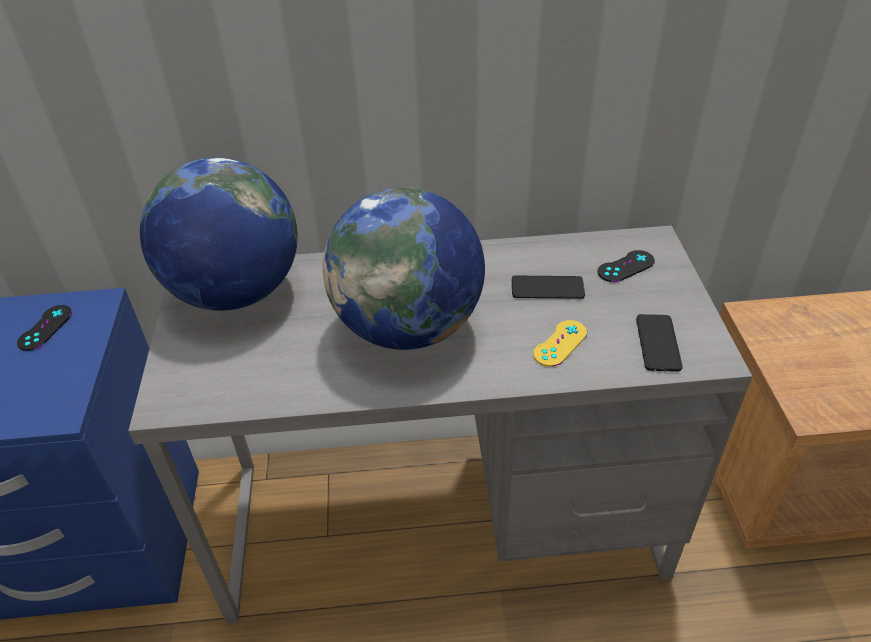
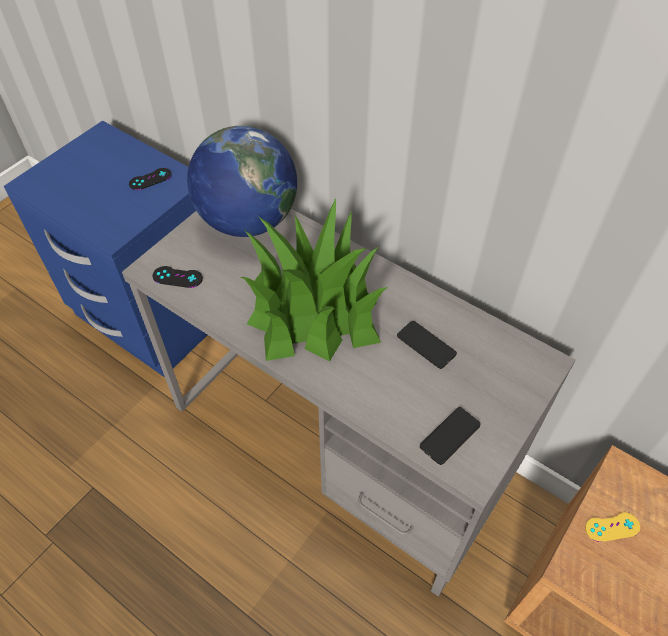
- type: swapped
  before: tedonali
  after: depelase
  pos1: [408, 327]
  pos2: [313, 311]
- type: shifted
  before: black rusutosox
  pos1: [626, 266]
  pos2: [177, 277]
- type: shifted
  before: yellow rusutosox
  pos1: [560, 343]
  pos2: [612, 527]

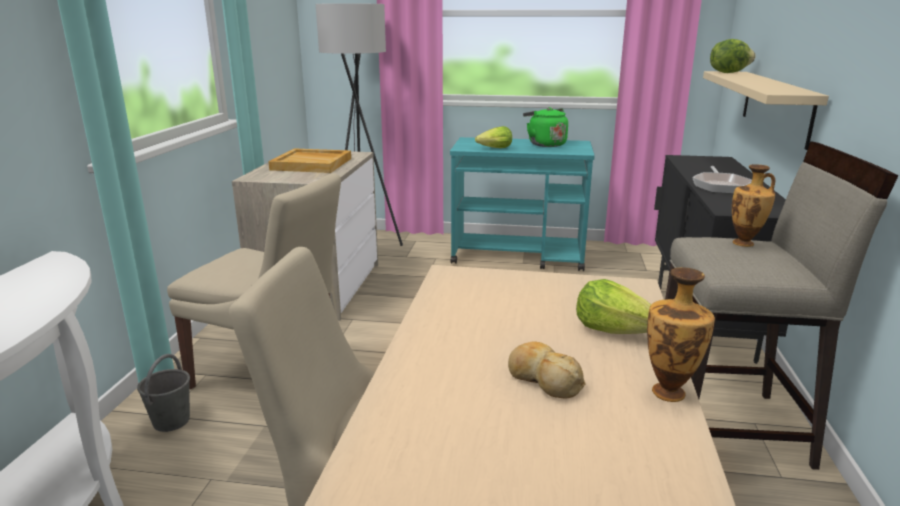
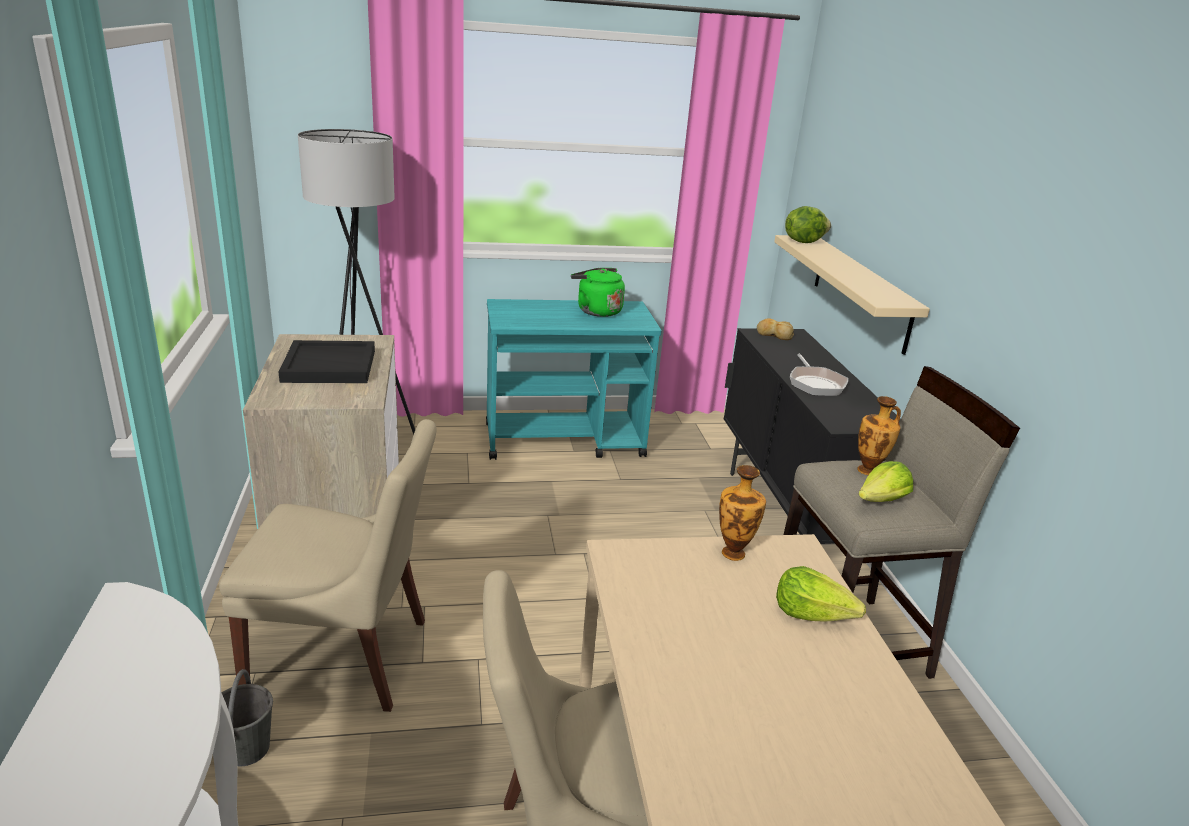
- type: shifted
  before: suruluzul
  pos1: [495, 149]
  pos2: [882, 501]
- type: repainted
  before: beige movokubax
  after: black movokubax
  pos1: [312, 164]
  pos2: [330, 366]
- type: shifted
  before: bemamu
  pos1: [669, 391]
  pos2: [733, 552]
- type: shifted
  before: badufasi
  pos1: [544, 379]
  pos2: [774, 335]

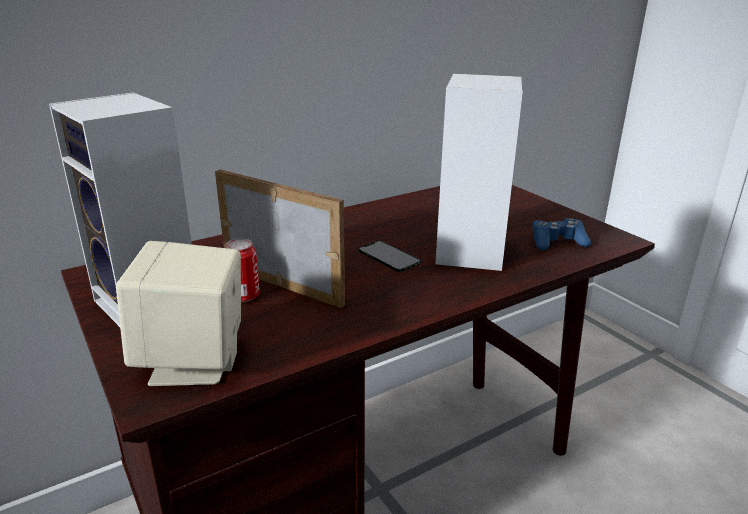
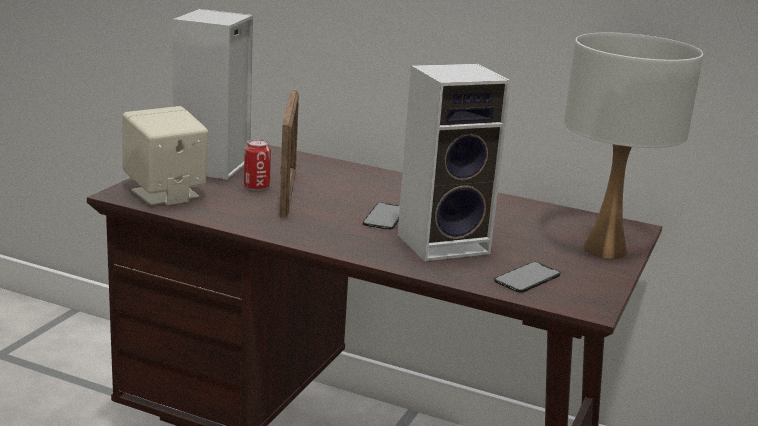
- type: swapped
  before: blue rusutosox
  after: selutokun
  pos1: [557, 242]
  pos2: [527, 278]
- type: new
  after: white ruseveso
  pos2: [605, 250]

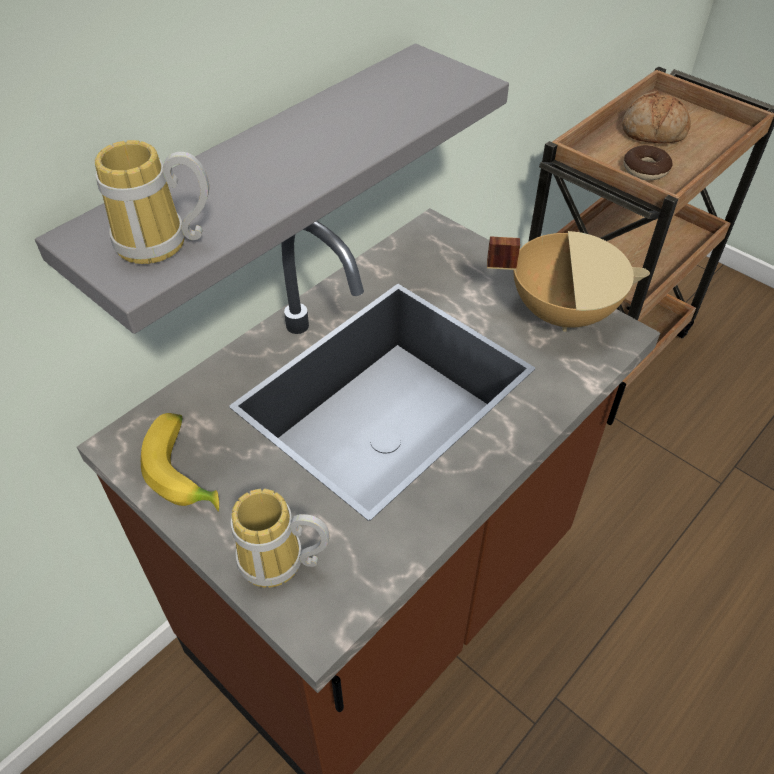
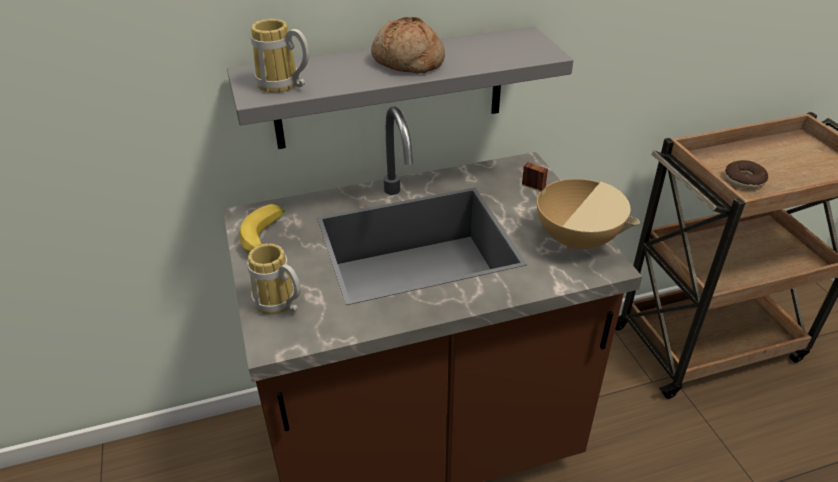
- type: shifted
  before: badufasi
  pos1: [652, 132]
  pos2: [407, 61]

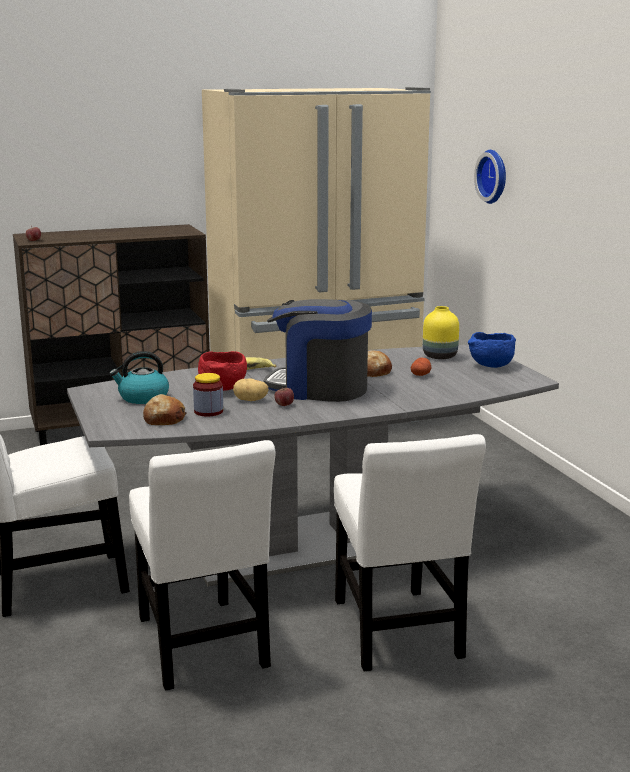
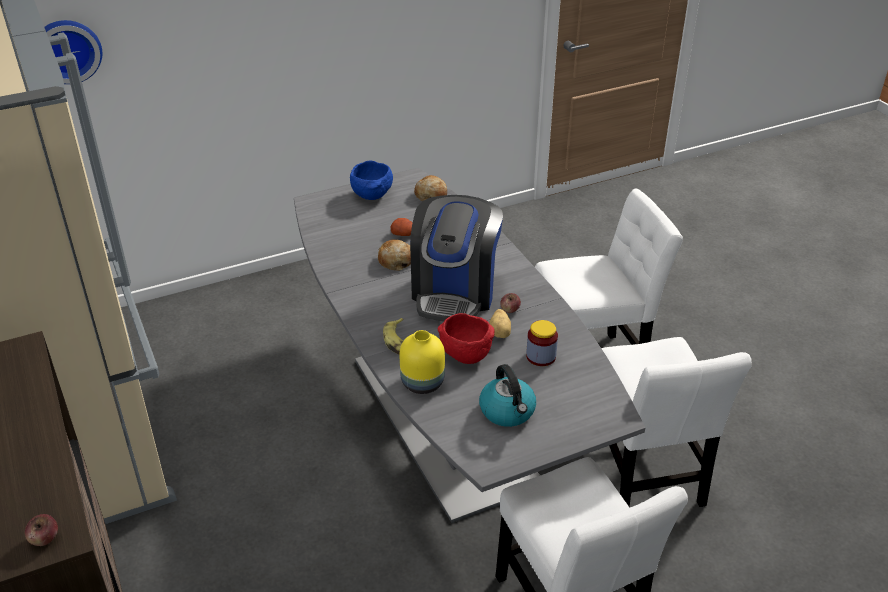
- type: shifted
  before: yellow bemamu
  pos1: [439, 356]
  pos2: [421, 383]
- type: shifted
  before: badufasi
  pos1: [164, 419]
  pos2: [431, 195]
- type: rotated
  before: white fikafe
  pos1: [202, 647]
  pos2: [645, 476]
  turn: 105

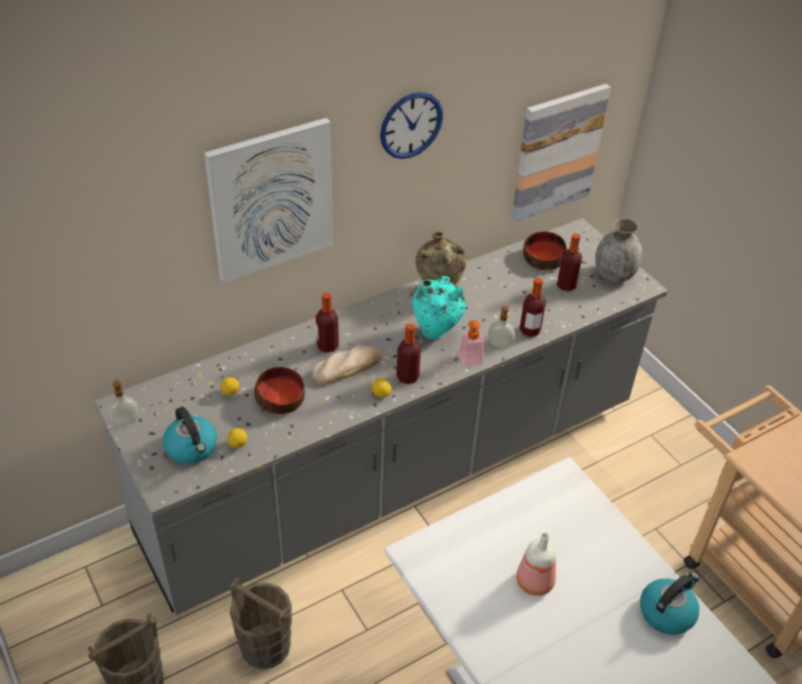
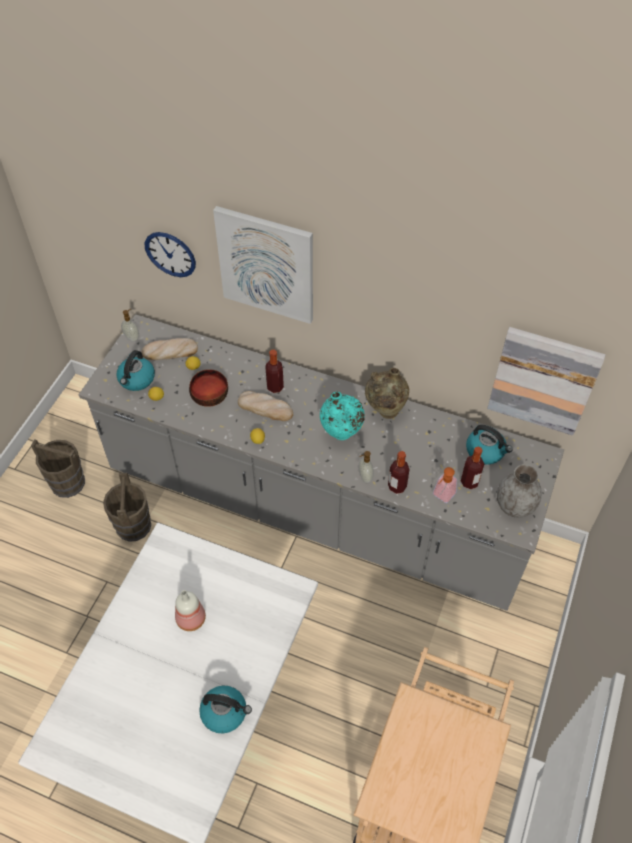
- type: shifted
  before: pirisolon
  pos1: [411, 125]
  pos2: [170, 254]
- type: swapped
  before: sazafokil
  after: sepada
  pos1: [543, 258]
  pos2: [485, 451]
- type: shifted
  before: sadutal
  pos1: [471, 362]
  pos2: [441, 496]
- type: gone
  before: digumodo
  pos1: [407, 377]
- type: new
  after: badufasi
  pos2: [170, 352]

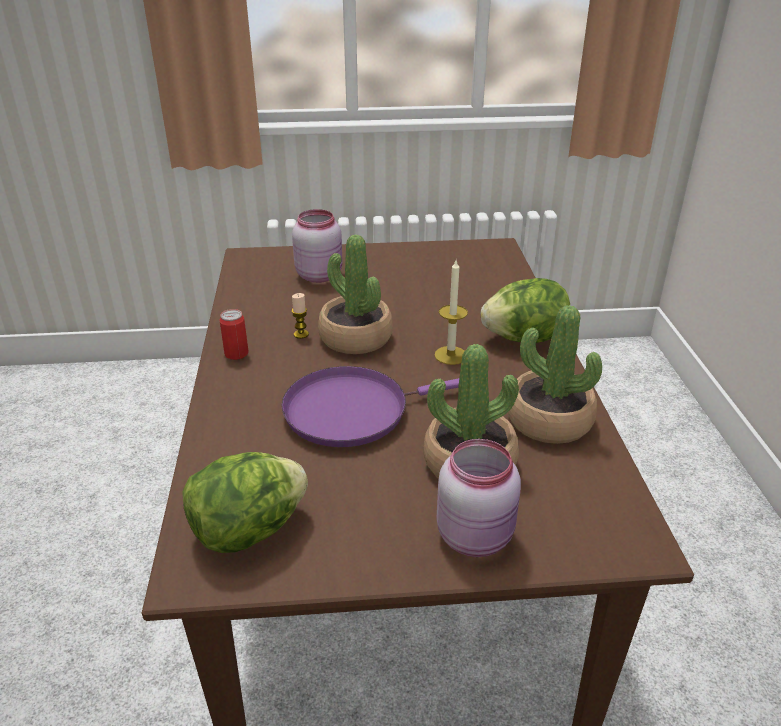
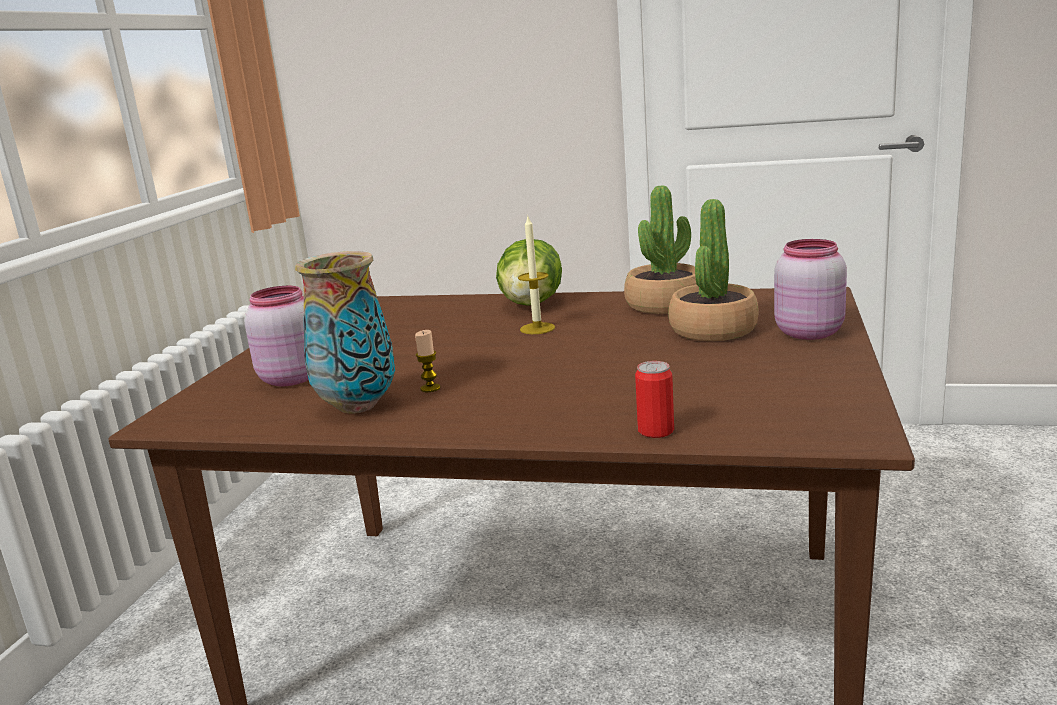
- type: gone
  before: depelase
  pos1: [355, 338]
- type: shifted
  before: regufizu
  pos1: [236, 353]
  pos2: [656, 431]
- type: gone
  before: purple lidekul
  pos1: [354, 410]
- type: gone
  before: suruluzul
  pos1: [248, 530]
- type: new
  after: bemamu
  pos2: [357, 407]

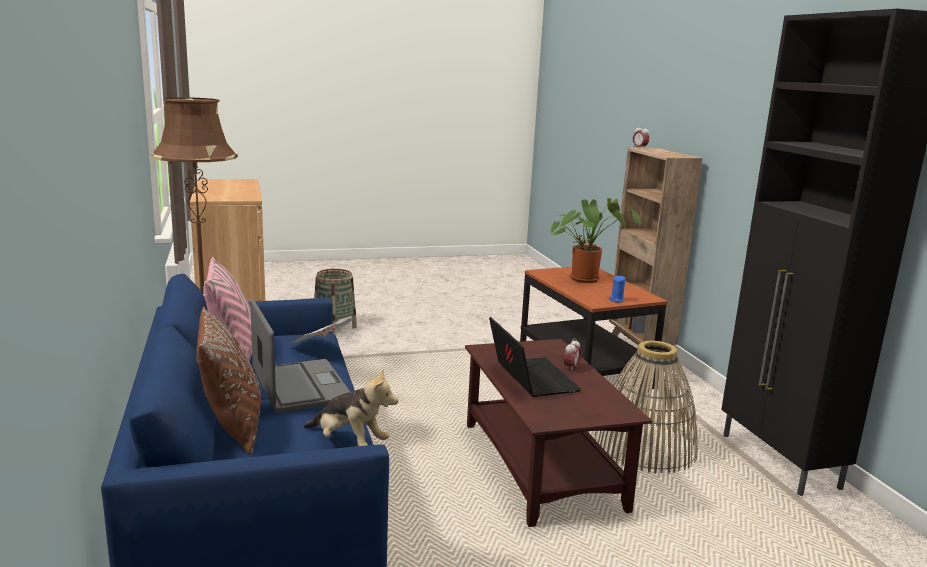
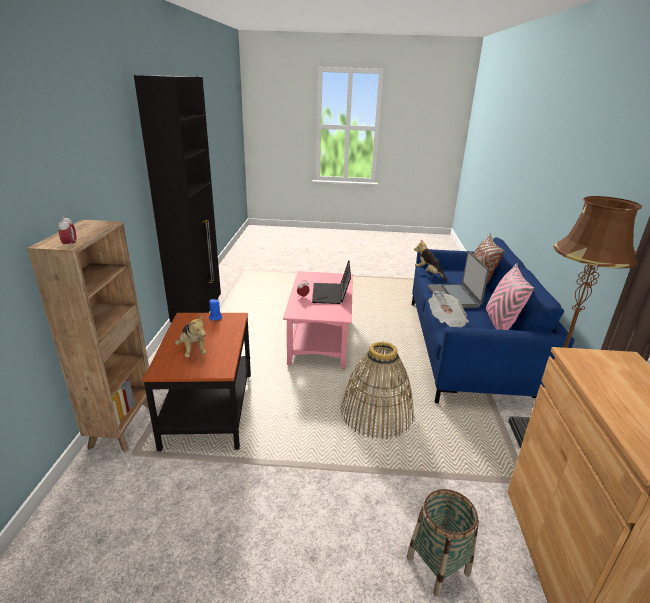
- type: swapped
  before: depelase
  after: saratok
  pos1: [586, 279]
  pos2: [193, 350]
- type: repainted
  before: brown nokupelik
  after: pink nokupelik
  pos1: [540, 465]
  pos2: [320, 339]
- type: shifted
  before: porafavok
  pos1: [645, 447]
  pos2: [376, 413]

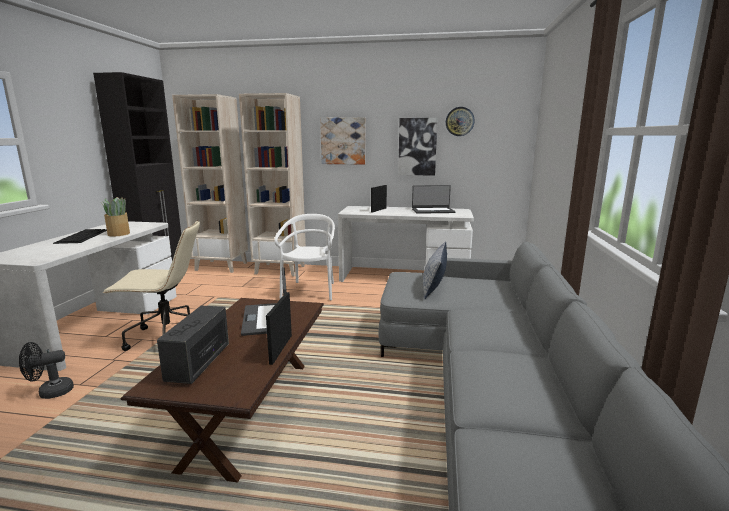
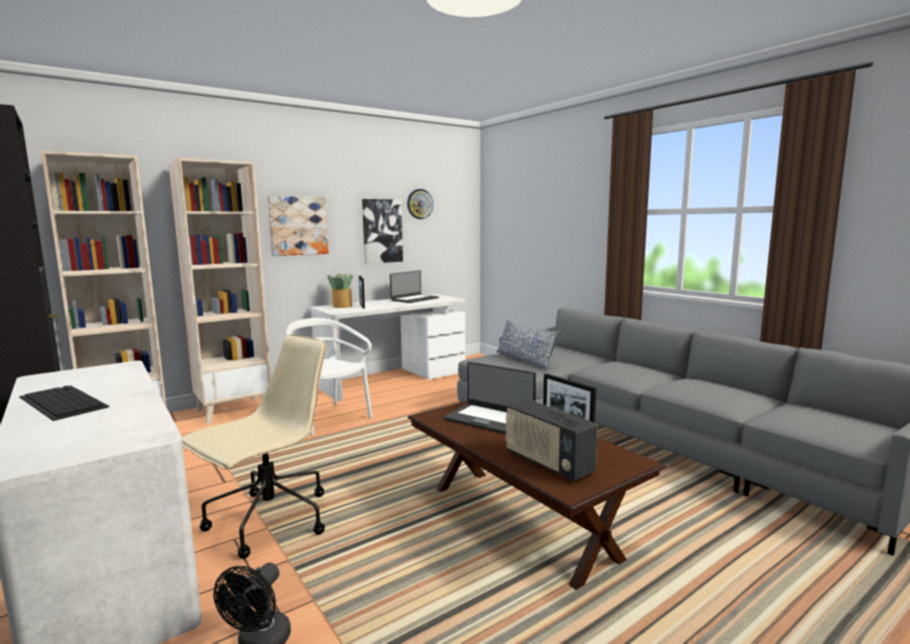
- type: shifted
  before: depelase
  pos1: [119, 233]
  pos2: [342, 306]

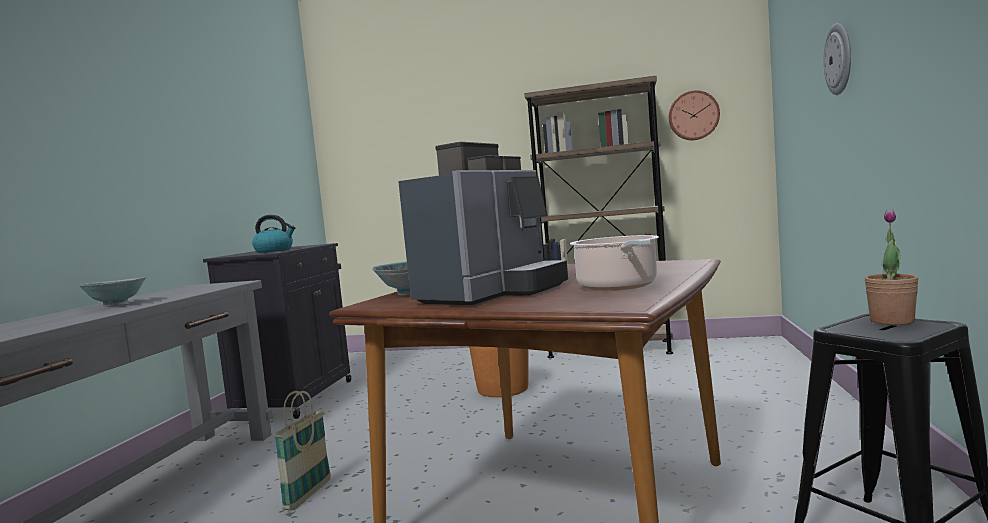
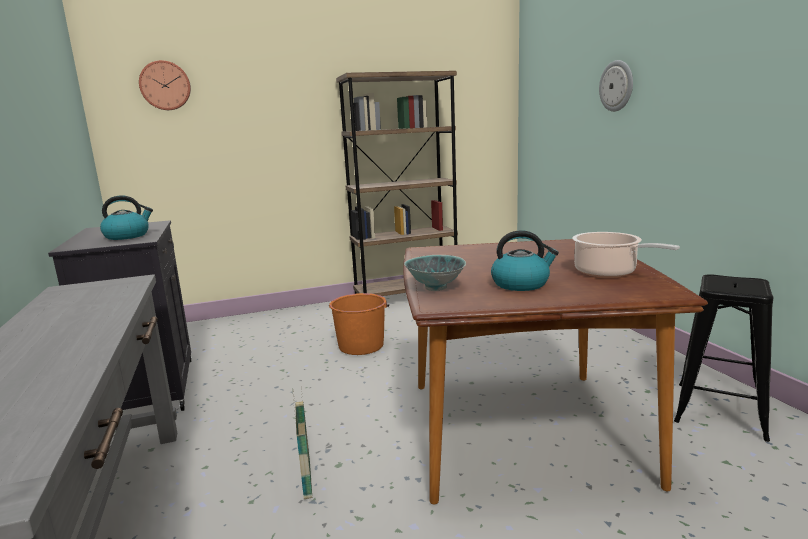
- type: shifted
  before: pirisolon
  pos1: [693, 116]
  pos2: [165, 86]
- type: swapped
  before: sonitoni
  after: sepada
  pos1: [492, 293]
  pos2: [521, 284]
- type: gone
  before: depelase
  pos1: [892, 321]
- type: gone
  before: sazafokil
  pos1: [116, 305]

